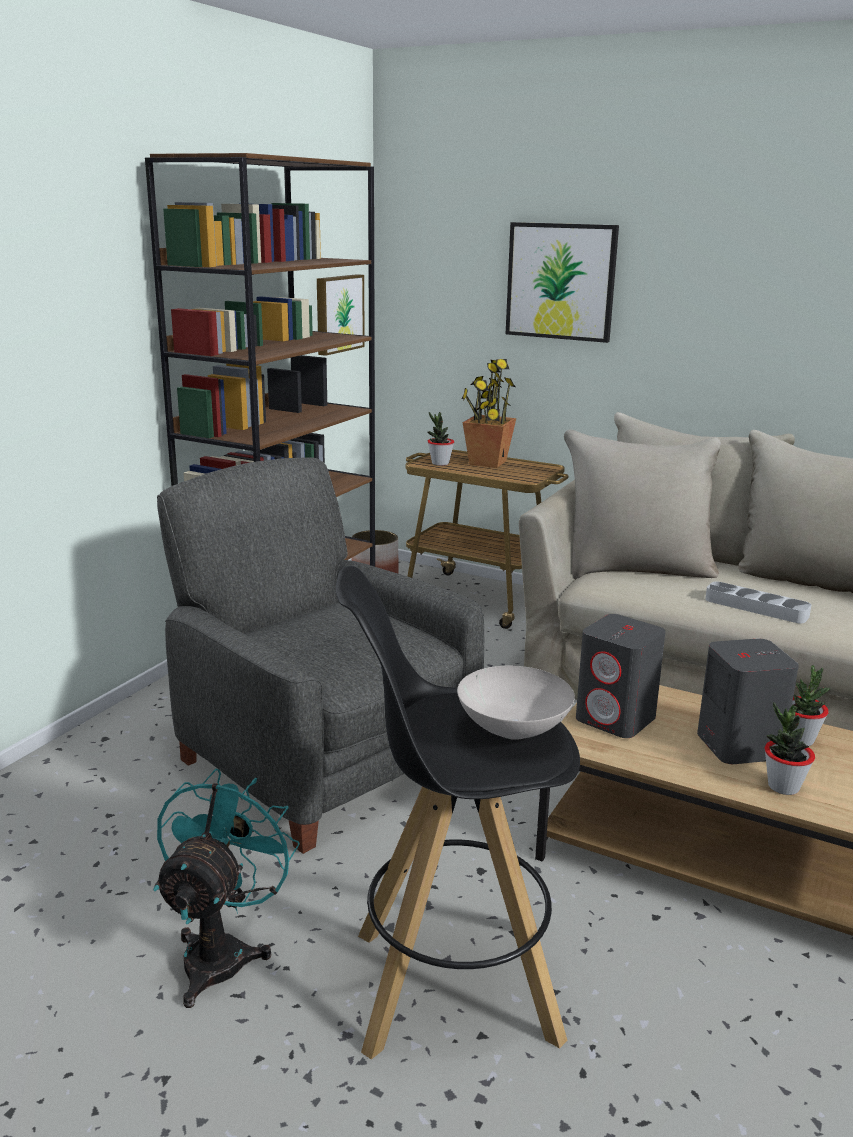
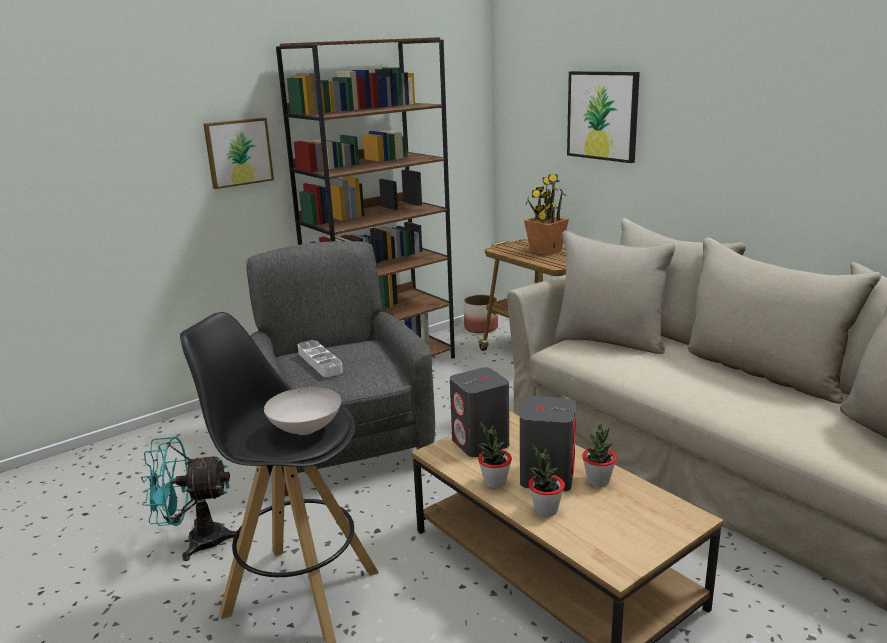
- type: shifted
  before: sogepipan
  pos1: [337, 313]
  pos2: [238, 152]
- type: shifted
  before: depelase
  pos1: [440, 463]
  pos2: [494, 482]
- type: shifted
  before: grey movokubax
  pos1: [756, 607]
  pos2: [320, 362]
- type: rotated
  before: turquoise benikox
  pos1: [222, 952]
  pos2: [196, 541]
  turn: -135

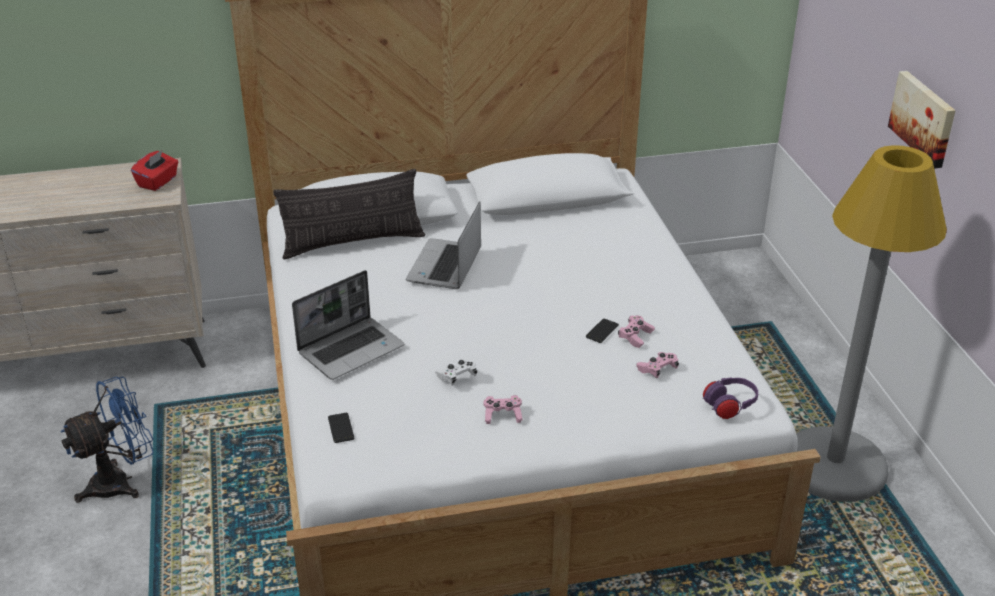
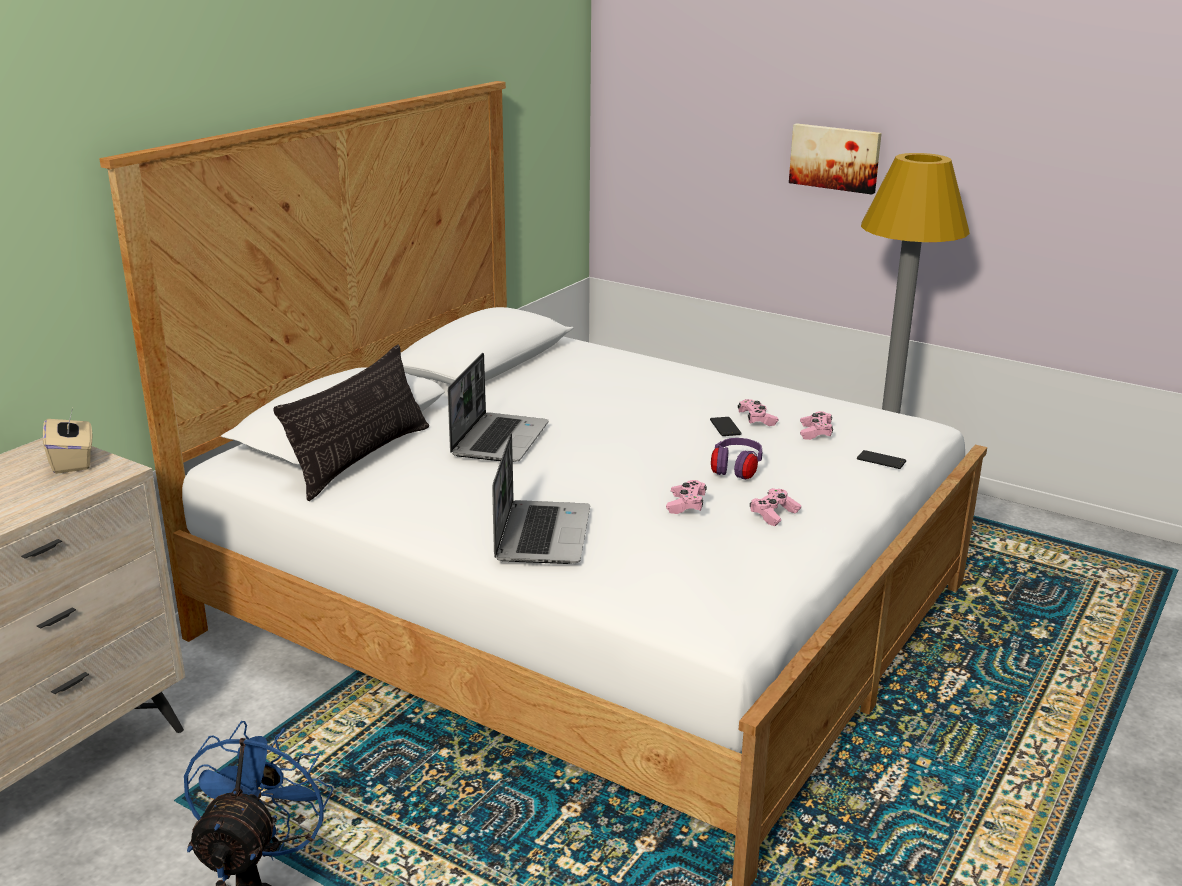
- type: repainted
  before: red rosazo
  after: beige rosazo
  pos1: [158, 182]
  pos2: [73, 461]
- type: rotated
  before: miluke
  pos1: [445, 266]
  pos2: [499, 439]
  turn: -135
- type: repainted
  before: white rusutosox
  after: pink rusutosox
  pos1: [457, 377]
  pos2: [686, 505]
- type: shifted
  before: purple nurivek
  pos1: [729, 407]
  pos2: [736, 471]
- type: shifted
  before: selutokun
  pos1: [341, 428]
  pos2: [881, 460]

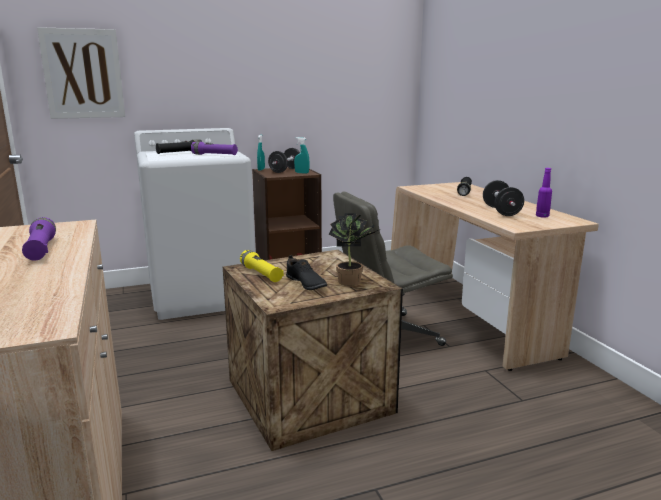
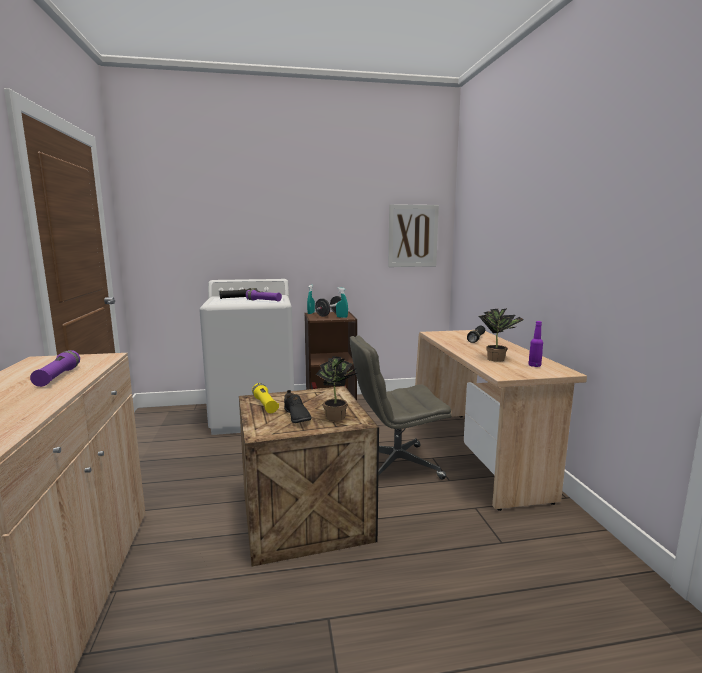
- type: shifted
  before: sogepipan
  pos1: [83, 74]
  pos2: [412, 236]
- type: swapped
  before: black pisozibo
  after: depelase
  pos1: [501, 211]
  pos2: [498, 359]

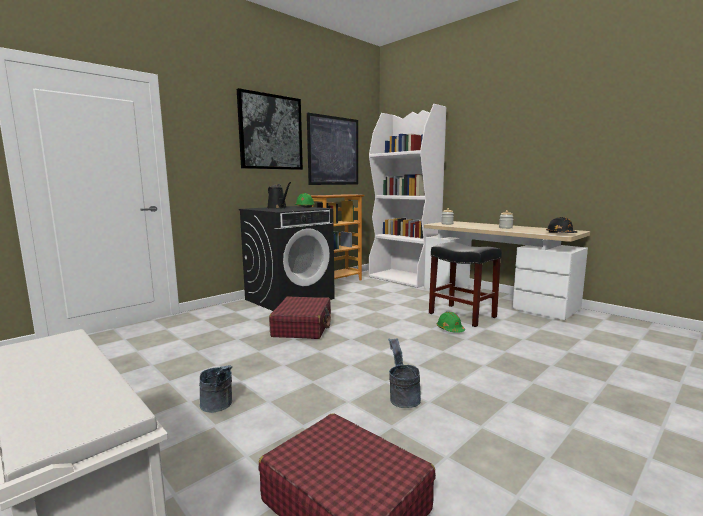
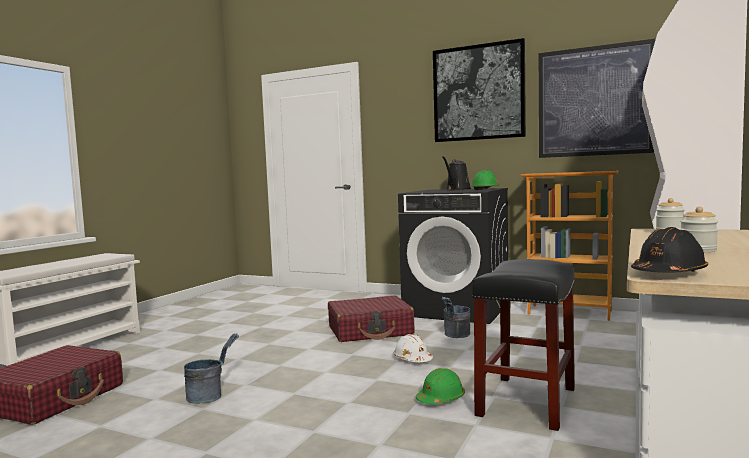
- type: shifted
  before: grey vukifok
  pos1: [219, 406]
  pos2: [455, 335]
- type: new
  after: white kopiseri
  pos2: [412, 359]

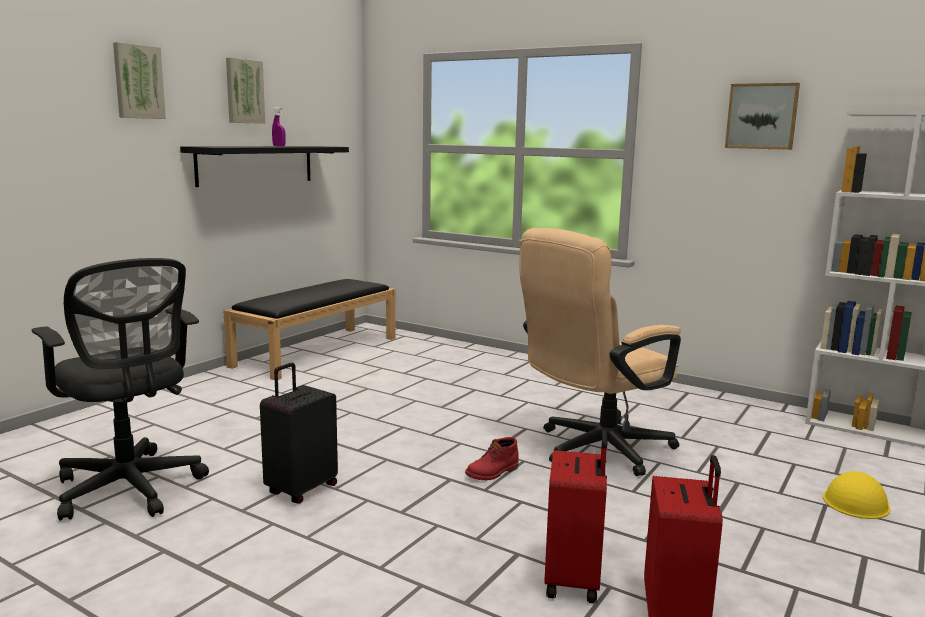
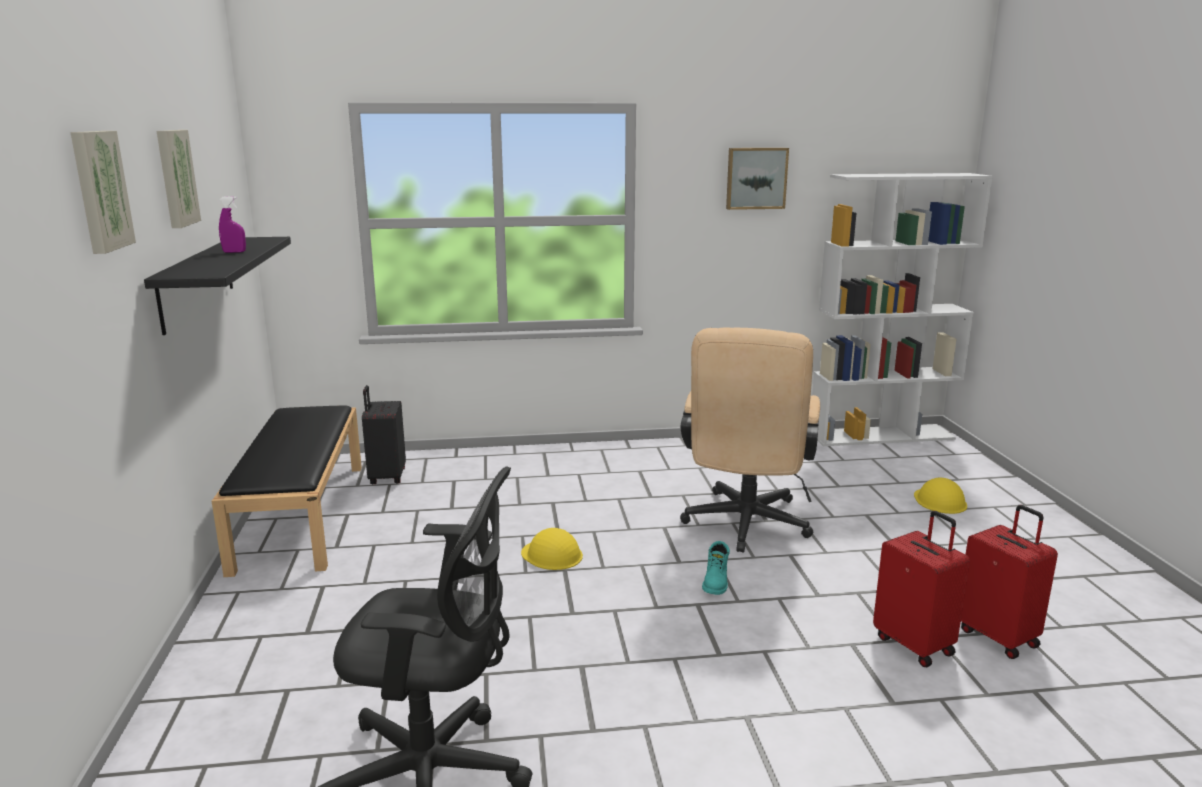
- type: shifted
  before: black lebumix
  pos1: [301, 489]
  pos2: [386, 477]
- type: repainted
  before: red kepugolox
  after: turquoise kepugolox
  pos1: [493, 473]
  pos2: [716, 582]
- type: new
  after: yellow kopiseri
  pos2: [552, 554]

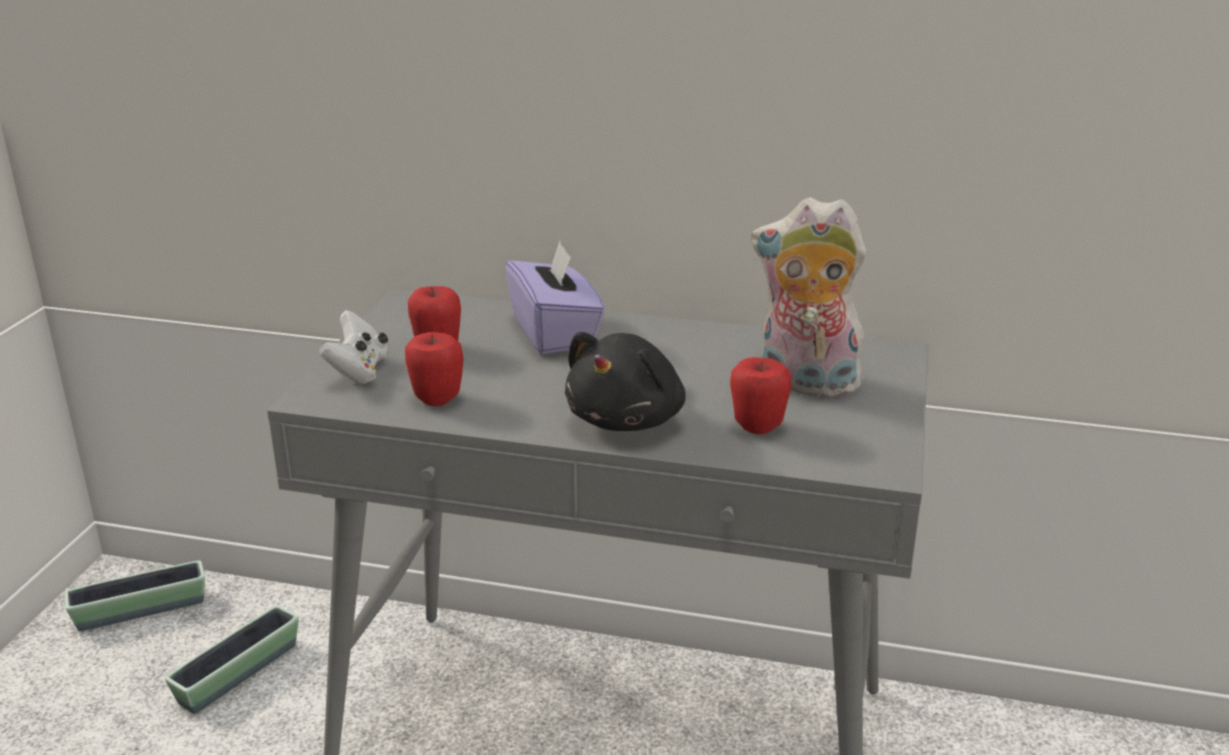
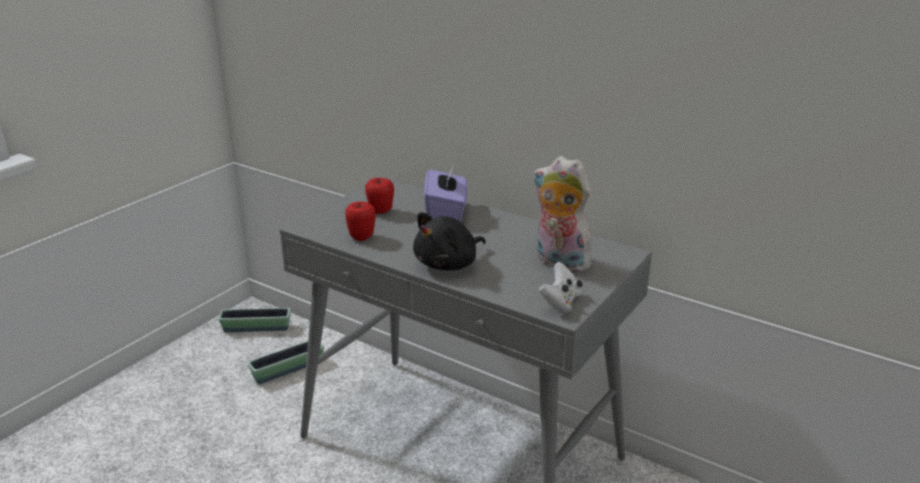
- type: shifted
  before: white rusutosox
  pos1: [358, 371]
  pos2: [560, 302]
- type: gone
  before: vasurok
  pos1: [757, 426]

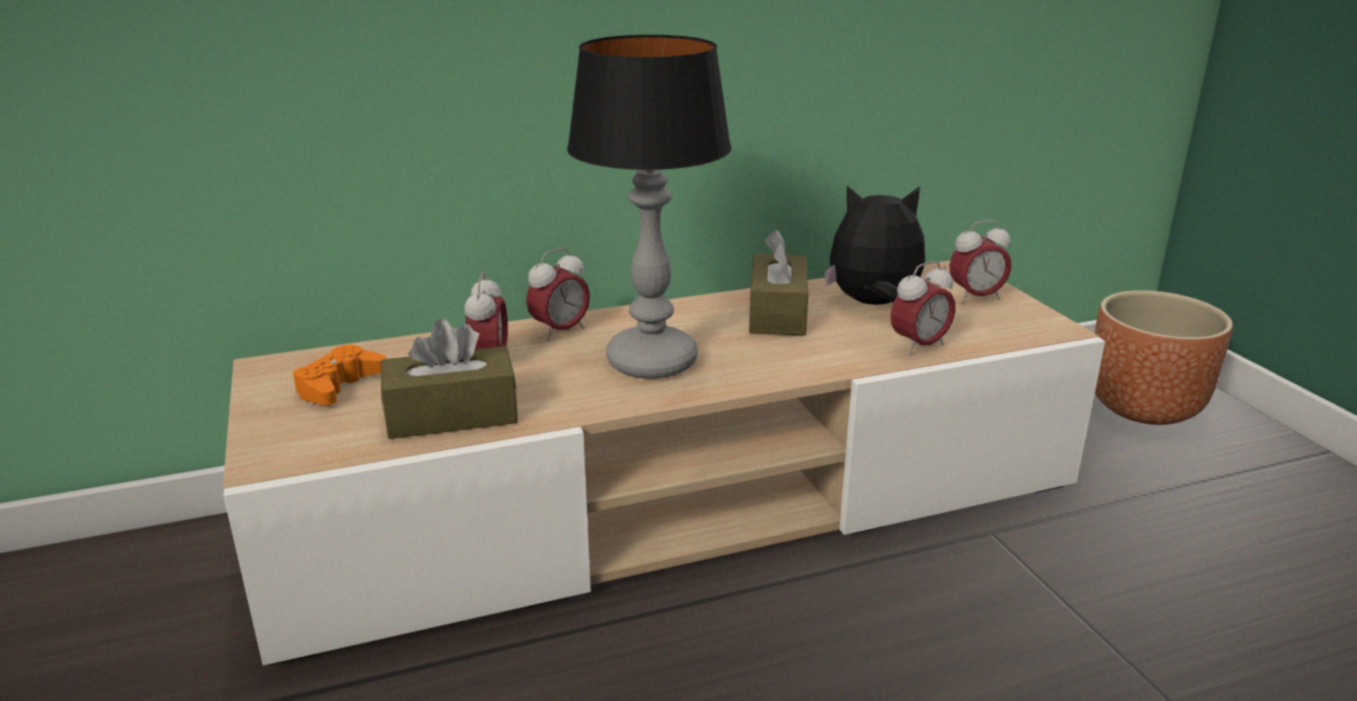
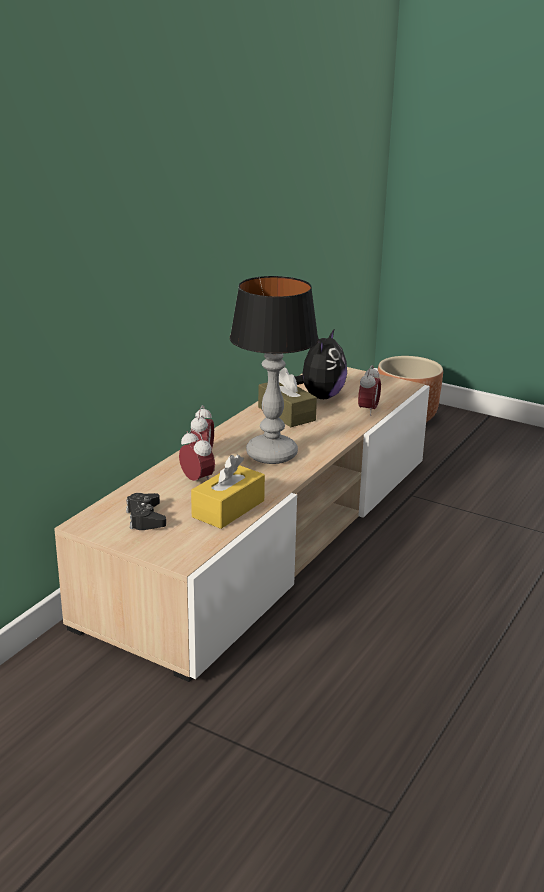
- type: rotated
  before: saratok
  pos1: [874, 304]
  pos2: [320, 396]
  turn: 150
- type: gone
  before: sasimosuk
  pos1: [975, 297]
- type: repainted
  before: brown rosazo
  after: yellow rosazo
  pos1: [452, 415]
  pos2: [228, 509]
- type: repainted
  before: orange rusutosox
  after: black rusutosox
  pos1: [339, 386]
  pos2: [145, 517]

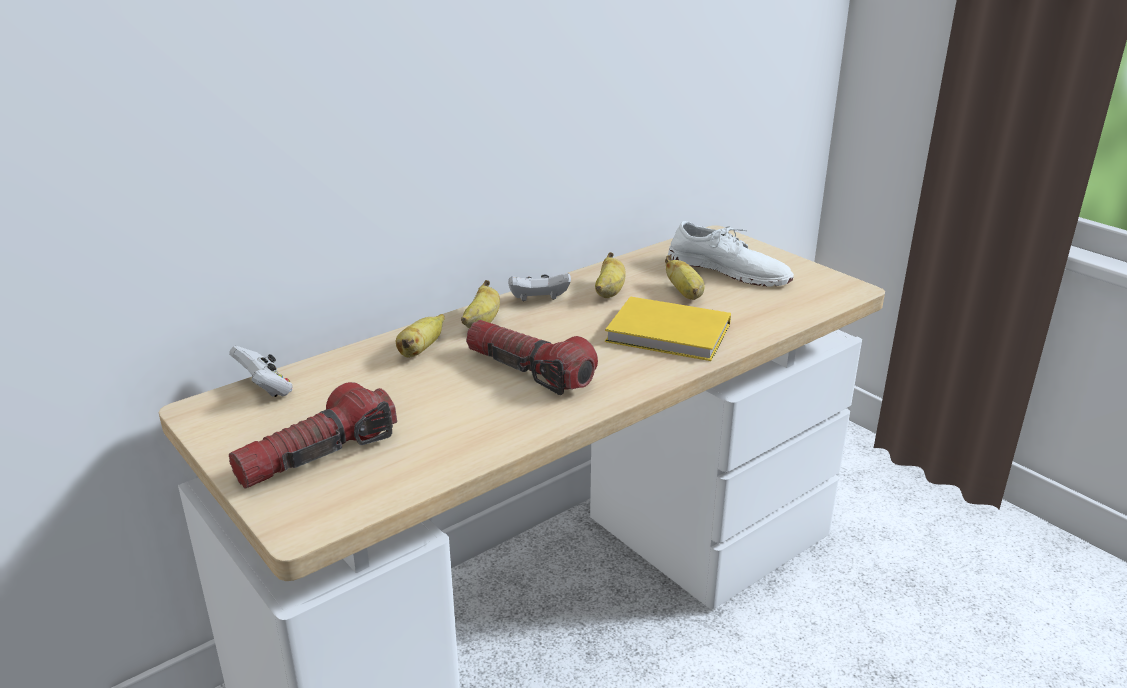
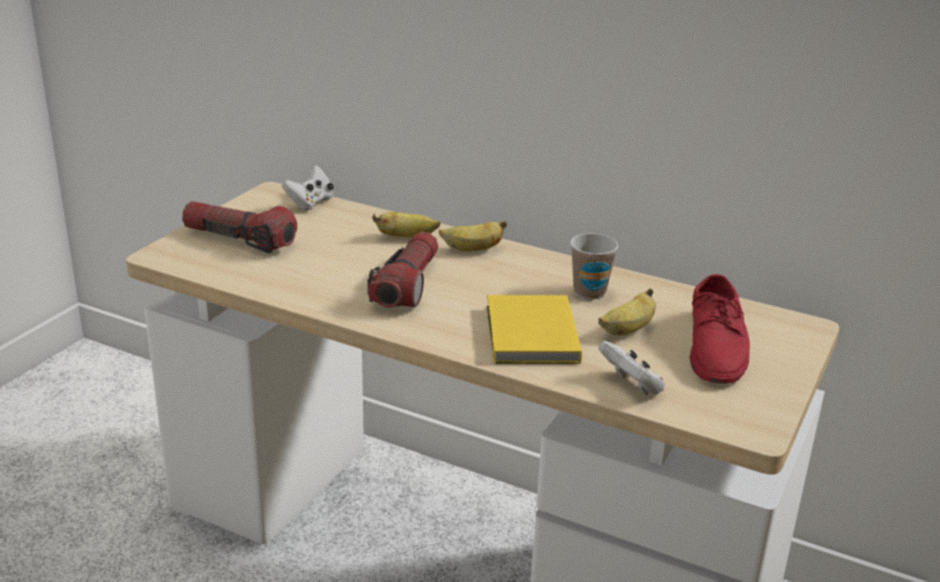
- type: repainted
  before: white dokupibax
  after: red dokupibax
  pos1: [729, 270]
  pos2: [716, 346]
- type: swapped
  before: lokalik
  after: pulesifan
  pos1: [609, 292]
  pos2: [589, 292]
- type: shifted
  before: white rusutosox
  pos1: [539, 301]
  pos2: [631, 386]

